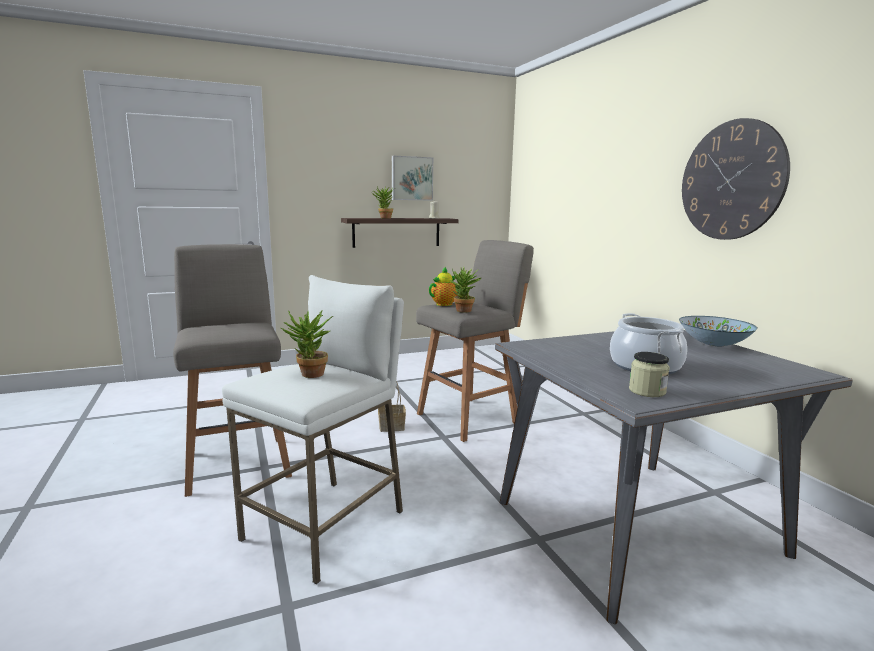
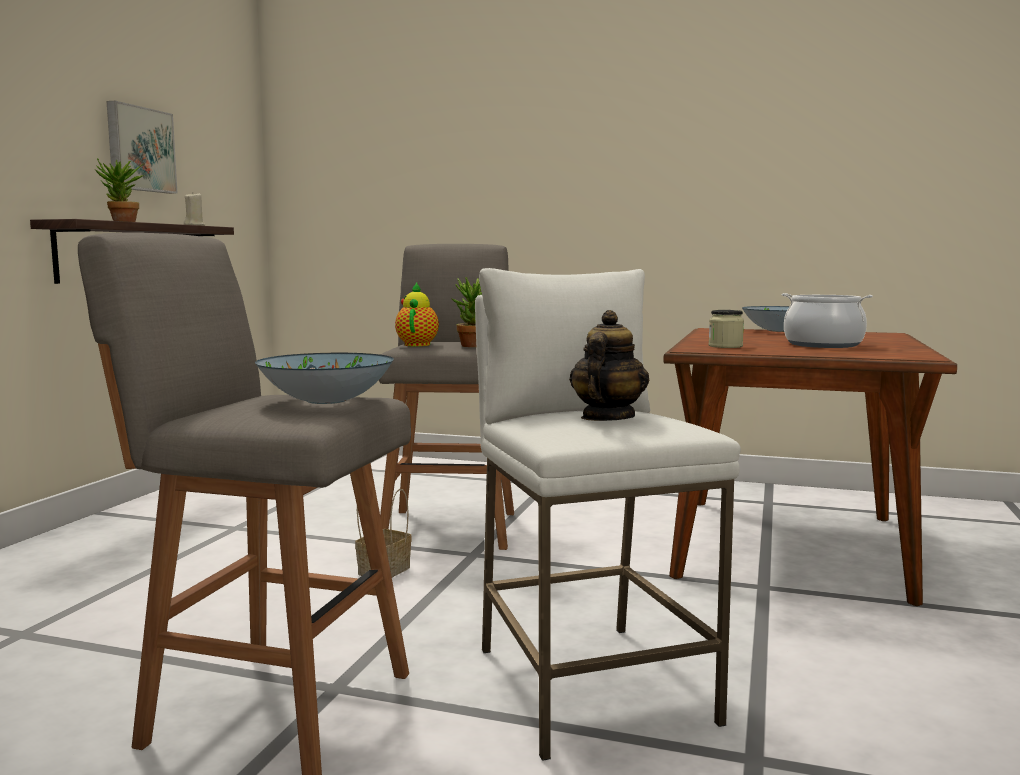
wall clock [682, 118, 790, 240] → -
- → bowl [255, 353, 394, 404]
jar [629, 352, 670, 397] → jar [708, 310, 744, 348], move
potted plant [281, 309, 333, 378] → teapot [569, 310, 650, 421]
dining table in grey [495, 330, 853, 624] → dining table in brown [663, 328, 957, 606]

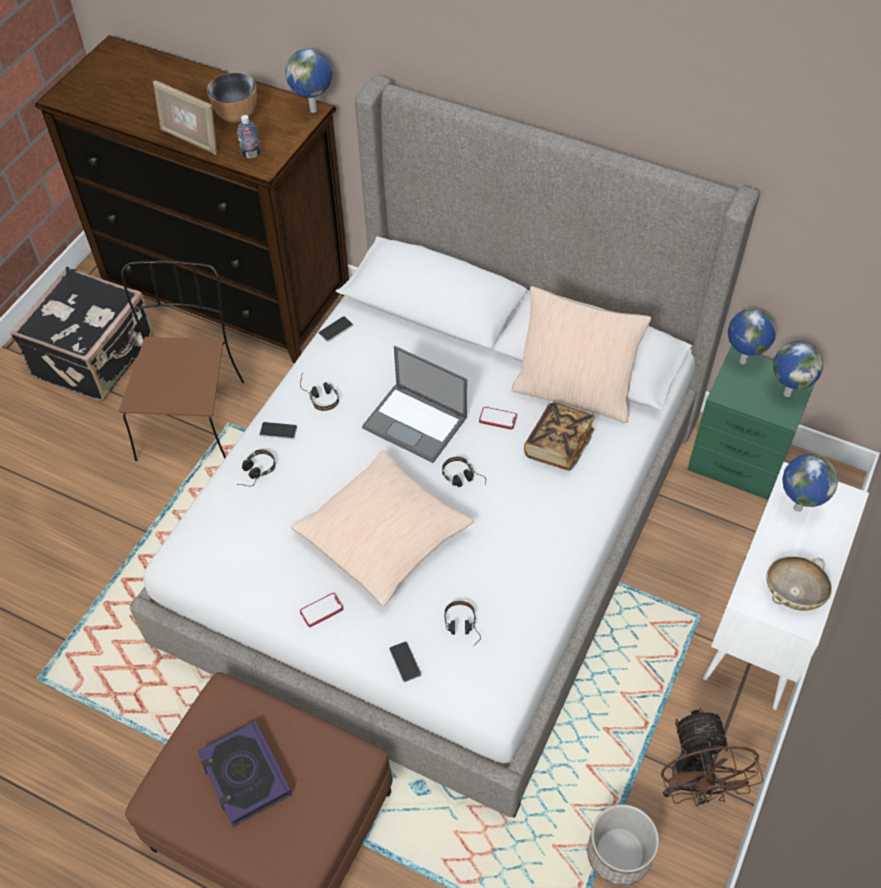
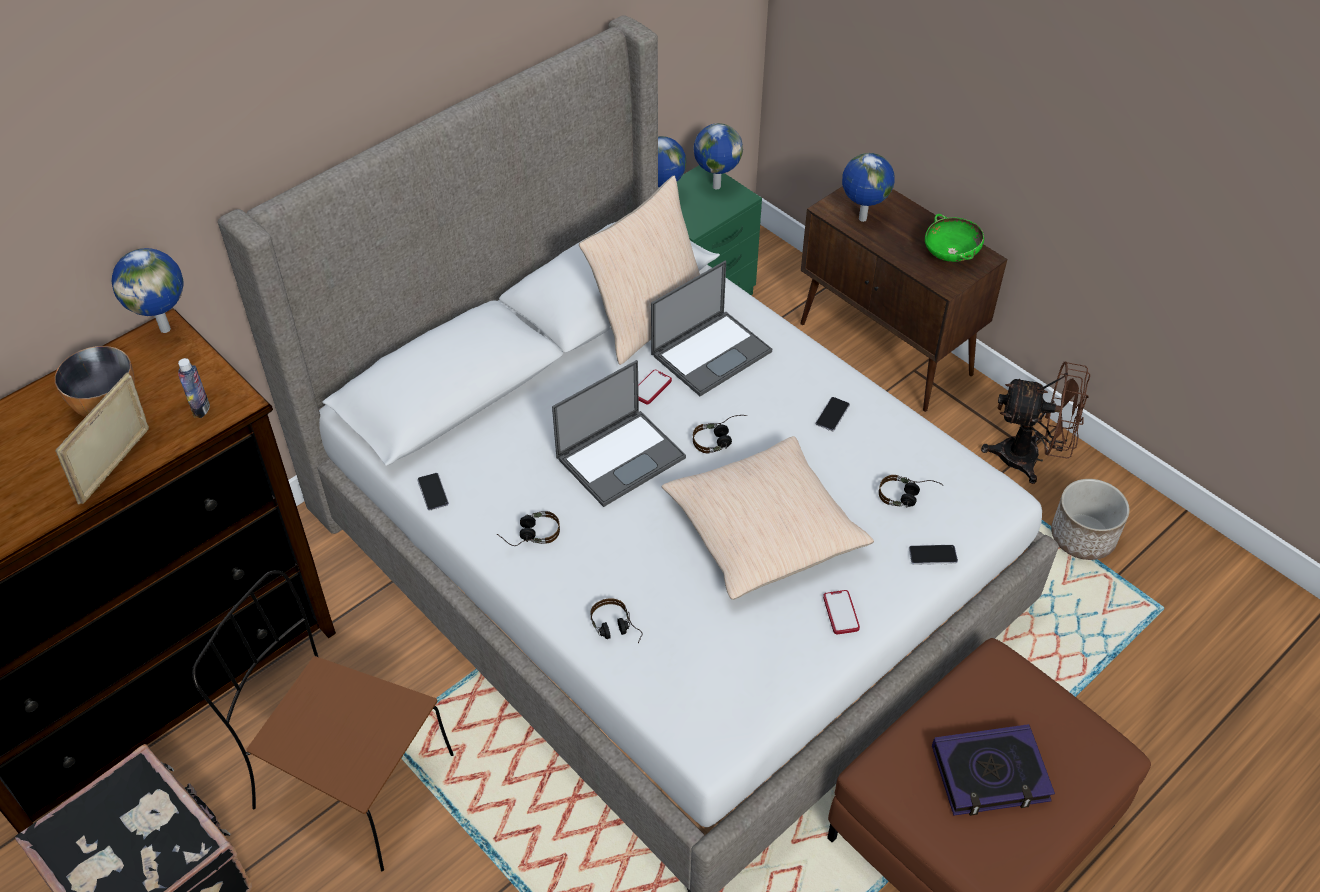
phone [260, 422, 297, 439] → phone [815, 397, 850, 431], move
book [524, 402, 594, 471] → laptop [651, 260, 772, 396]
cabinet in white [703, 462, 869, 710] → cabinet in brown [800, 186, 1007, 412]
bowl in beige [766, 556, 832, 611] → bowl in green [925, 214, 984, 262]
picture frame [153, 80, 217, 155] → picture frame [55, 372, 149, 504], 150 degrees clockwise

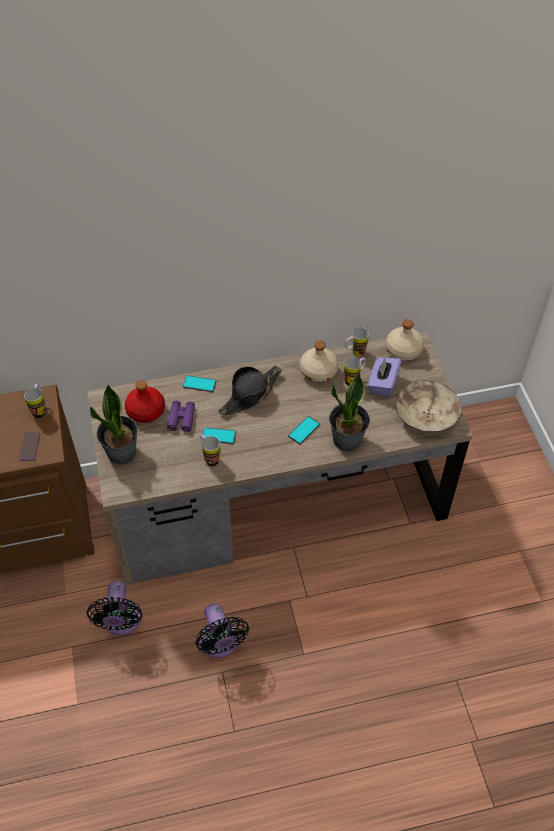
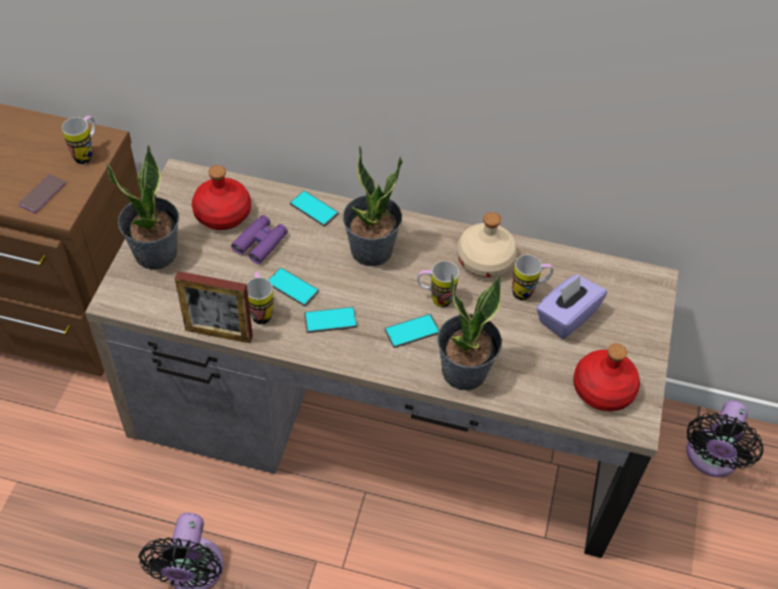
bottle in beige [386, 319, 424, 361] → -
- → picture frame [175, 271, 253, 343]
- → phone [304, 307, 357, 333]
fan in black [86, 581, 142, 636] → fan in black [687, 400, 763, 477], move
mug [345, 327, 369, 357] → mug [417, 261, 459, 307], move
hat in black [219, 365, 282, 416] → potted plant [343, 146, 403, 266]
bowl in beige [396, 380, 461, 432] → bottle in red [573, 343, 640, 411]

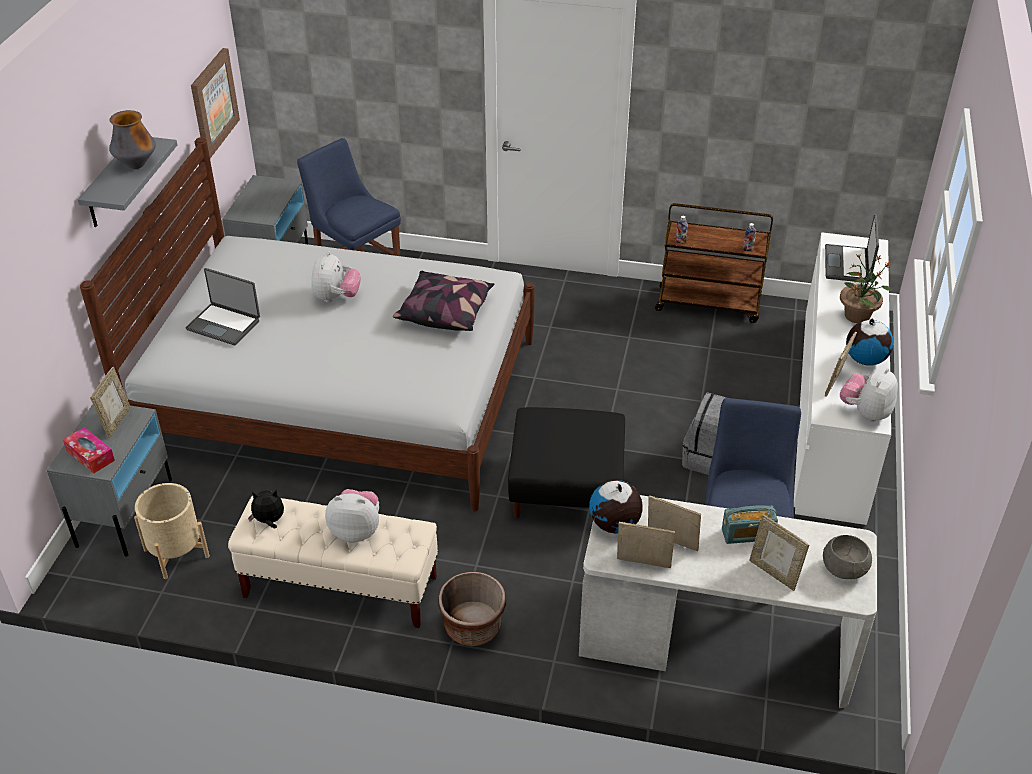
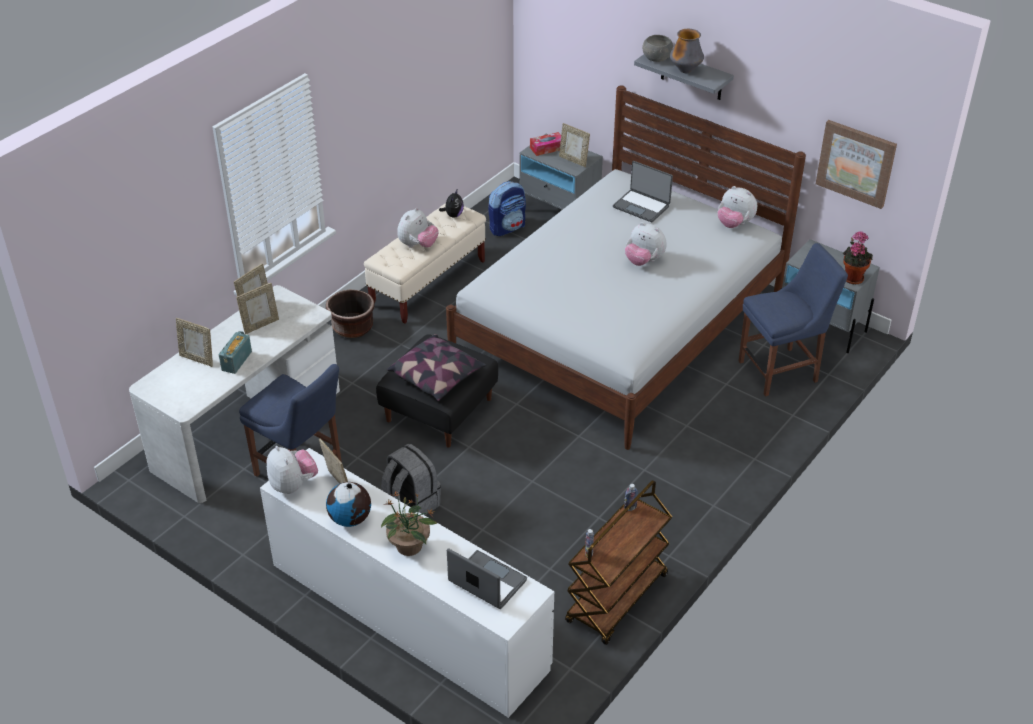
globe [589, 480, 643, 533] → -
- → plush toy [718, 186, 757, 228]
- → potted plant [843, 231, 873, 284]
pillow [393, 271, 494, 331] → pillow [387, 334, 486, 401], move
bowl in grey [823, 535, 872, 579] → bowl in grey [642, 35, 673, 62], move
planter in beige [134, 483, 210, 579] → backpack [488, 181, 526, 236]
laptop [186, 268, 260, 345] → laptop [613, 161, 673, 222], 105 degrees counterclockwise
picture frame [749, 514, 809, 591] → picture frame [176, 318, 213, 367], 135 degrees counterclockwise

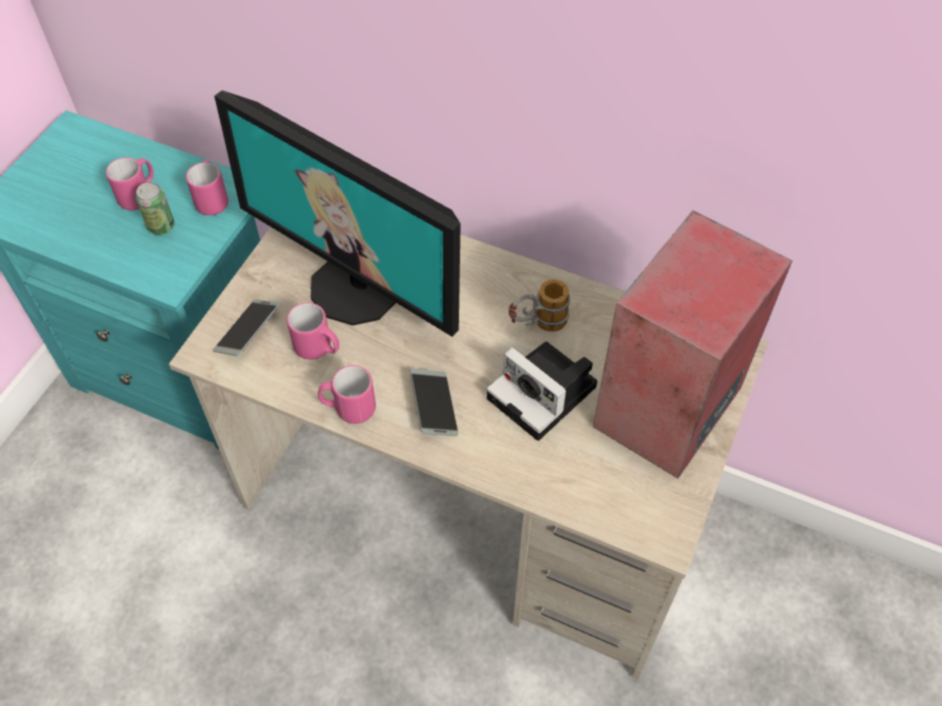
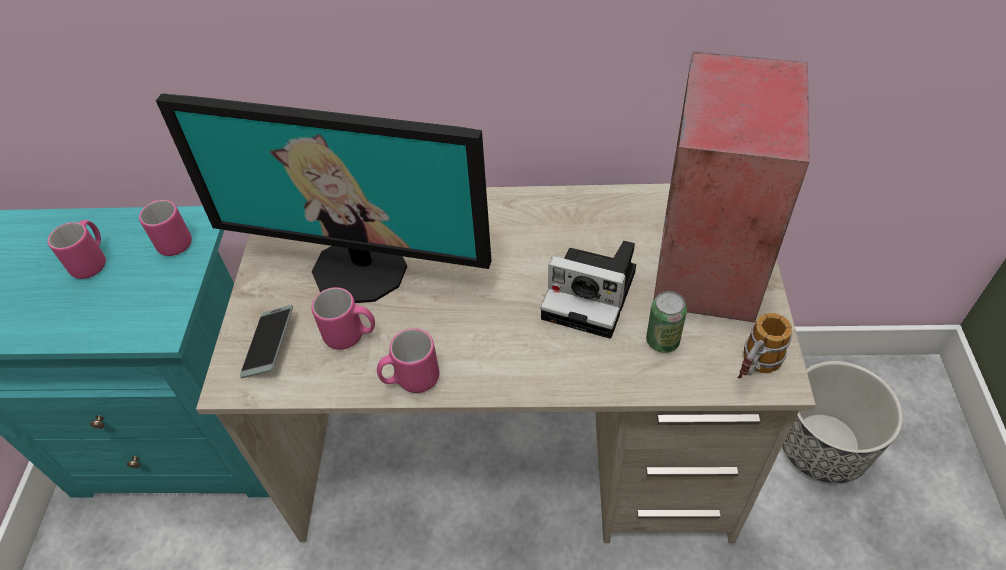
phone [410, 368, 458, 436] → -
- → planter [782, 361, 903, 483]
can [136, 182, 175, 235] → can [646, 291, 687, 353], move
mug [509, 279, 570, 332] → mug [737, 313, 792, 378], move

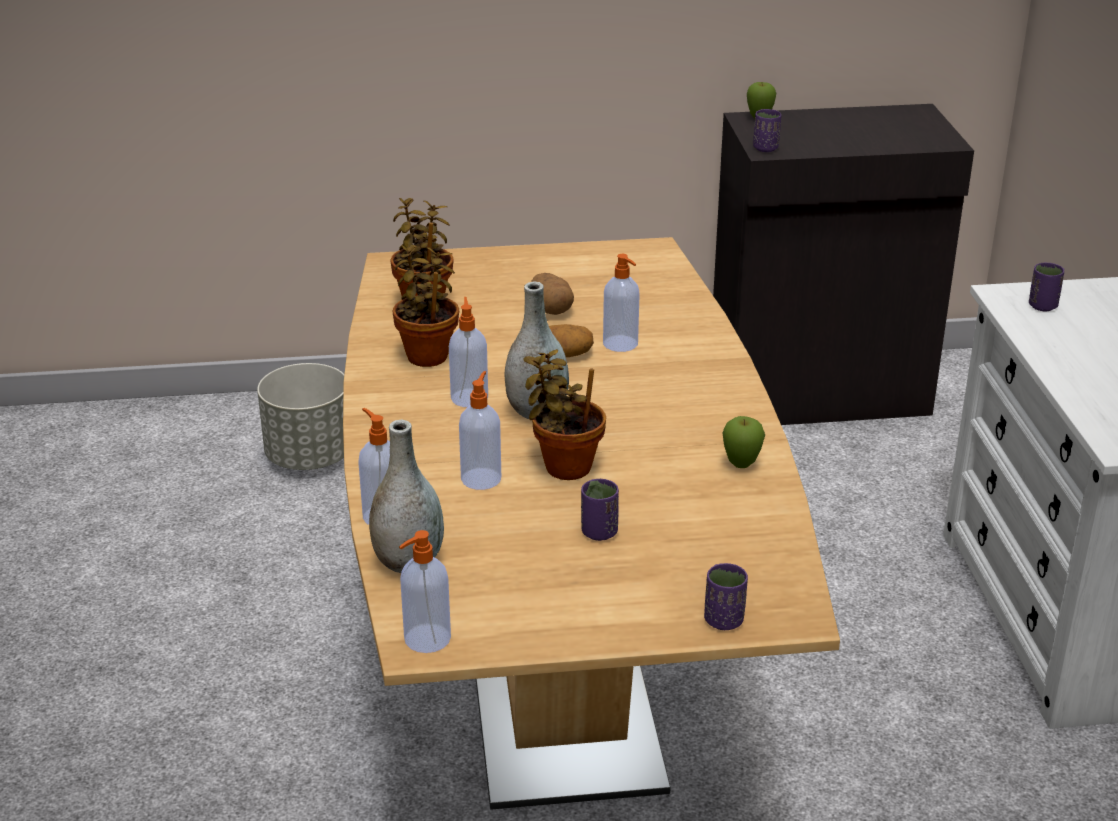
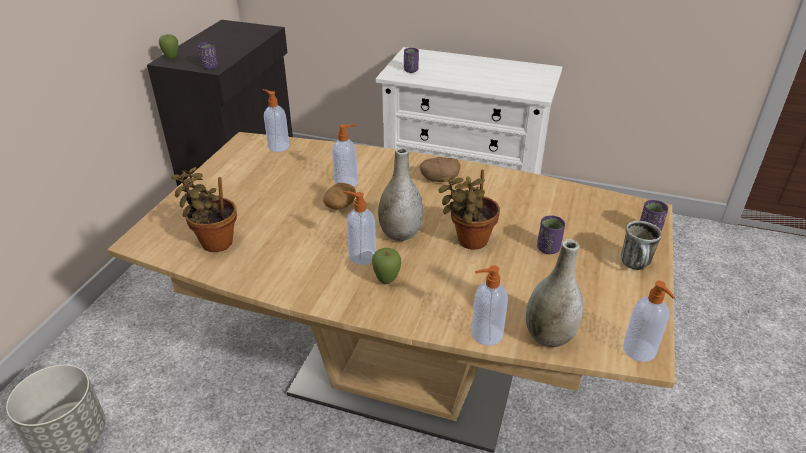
potted plant [392, 245, 460, 367] → -
- → mug [621, 221, 662, 270]
soap dispenser [459, 371, 501, 490] → soap dispenser [263, 89, 290, 152], move
potato [531, 273, 574, 315] → potato [419, 157, 461, 182], move
apple [722, 416, 765, 468] → apple [372, 248, 401, 284], move

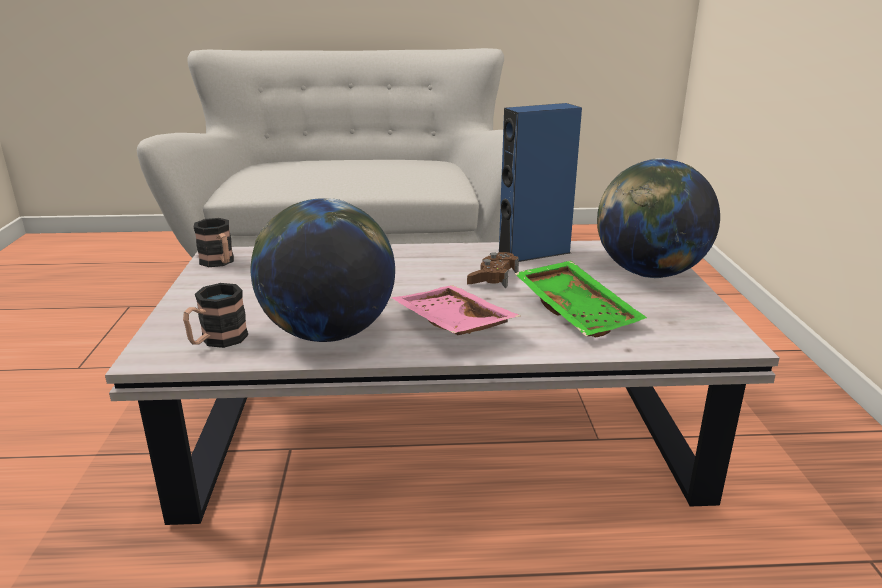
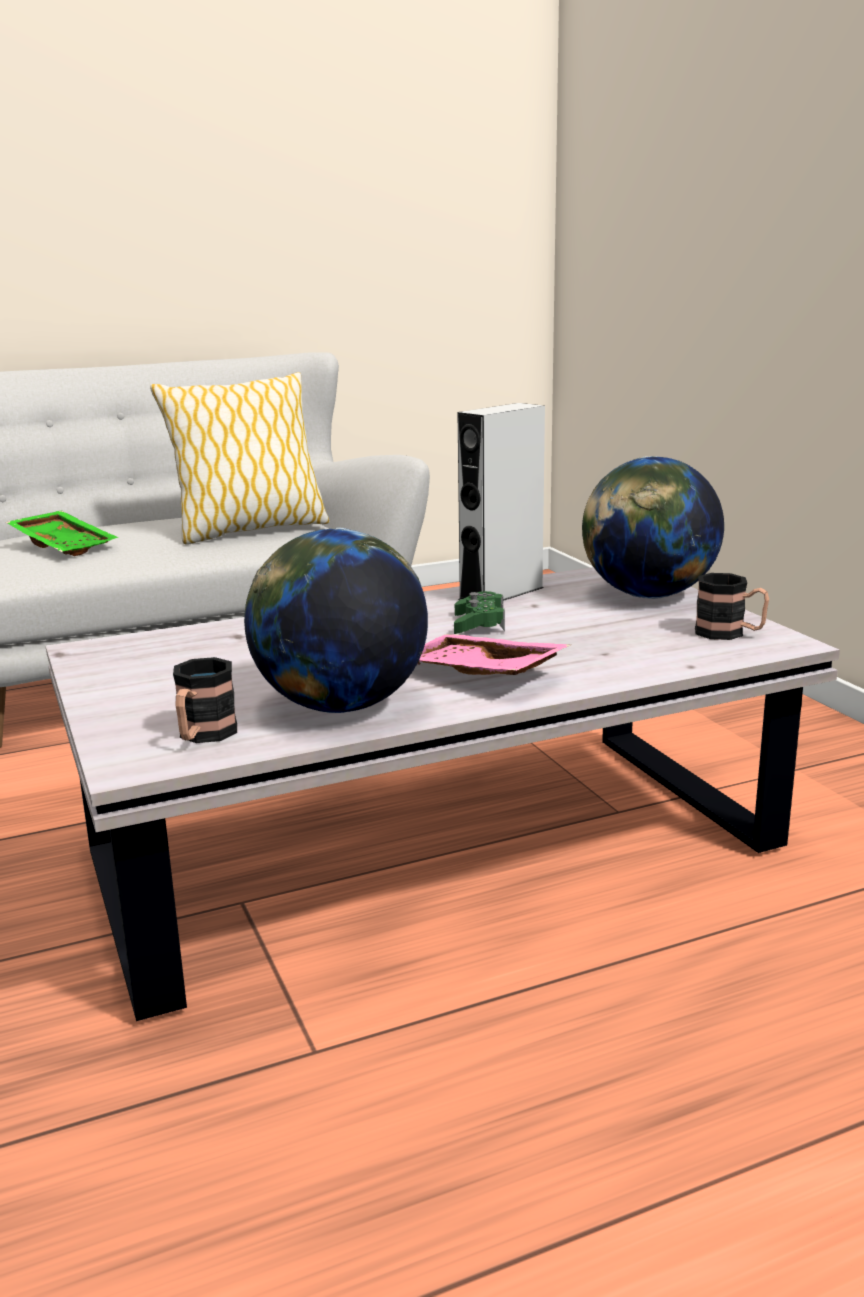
- → pillow [150, 372, 330, 545]
mug [194, 218, 234, 267] → mug [695, 573, 769, 640], move
tray in green [514, 261, 647, 337] → tray in green [6, 510, 119, 556], move
game controller in brown [467, 252, 519, 289] → game controller in green [454, 591, 505, 634]
speaker in blue [499, 103, 582, 262] → speaker in grey [457, 403, 545, 601]

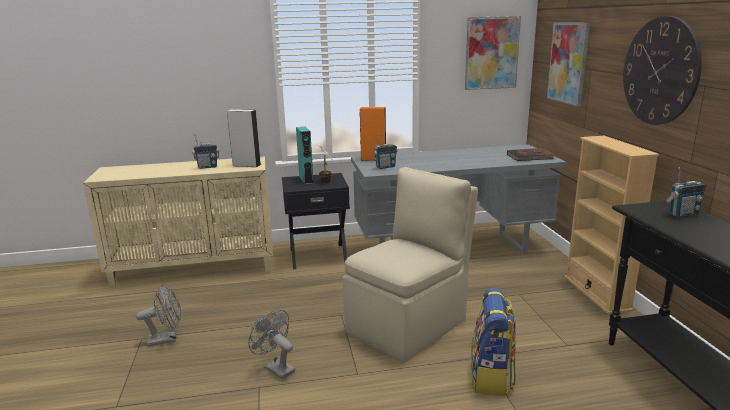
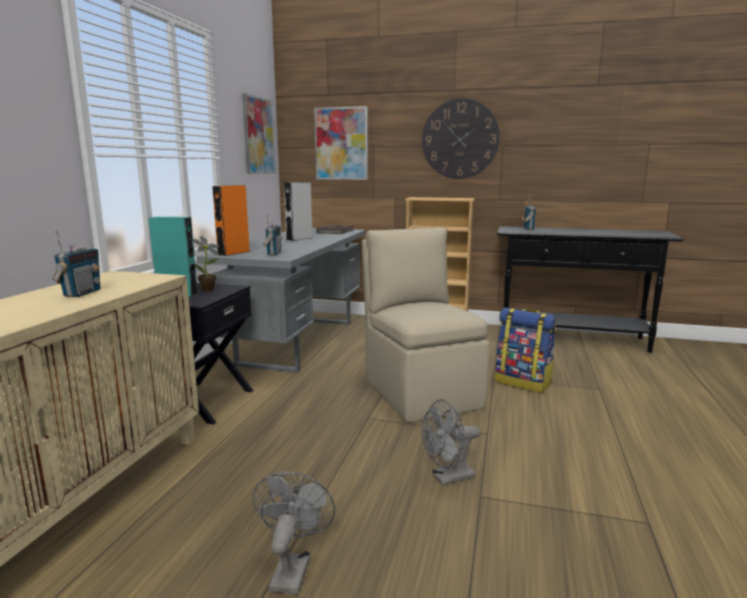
speaker in grey [227, 109, 261, 167] → speaker in grey [284, 182, 312, 241], move

